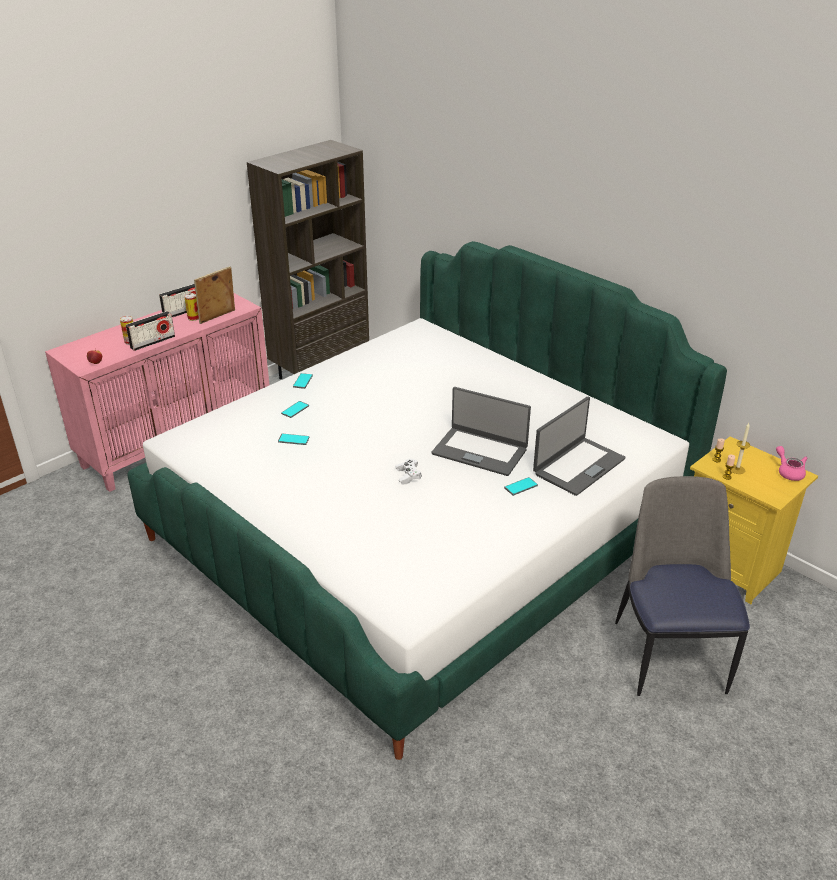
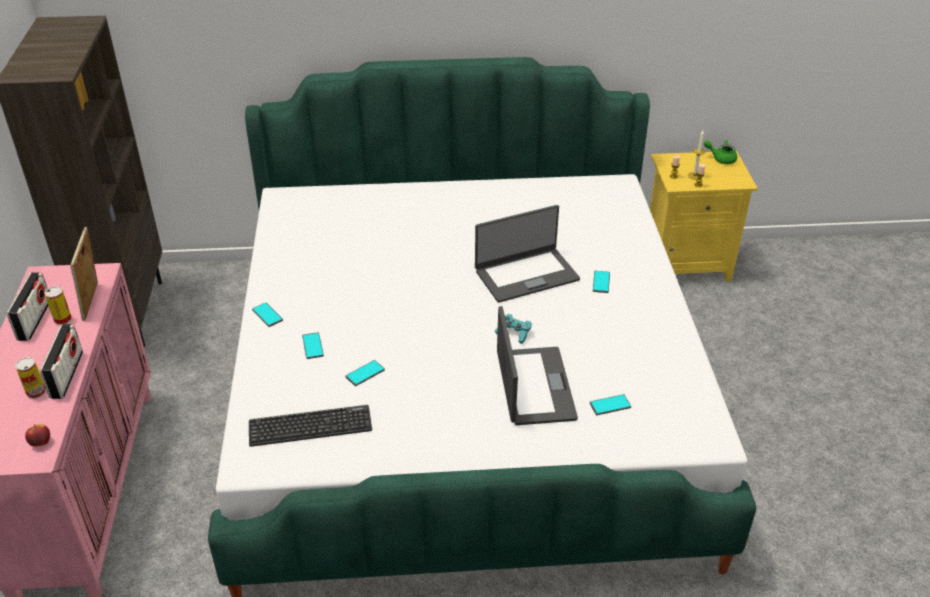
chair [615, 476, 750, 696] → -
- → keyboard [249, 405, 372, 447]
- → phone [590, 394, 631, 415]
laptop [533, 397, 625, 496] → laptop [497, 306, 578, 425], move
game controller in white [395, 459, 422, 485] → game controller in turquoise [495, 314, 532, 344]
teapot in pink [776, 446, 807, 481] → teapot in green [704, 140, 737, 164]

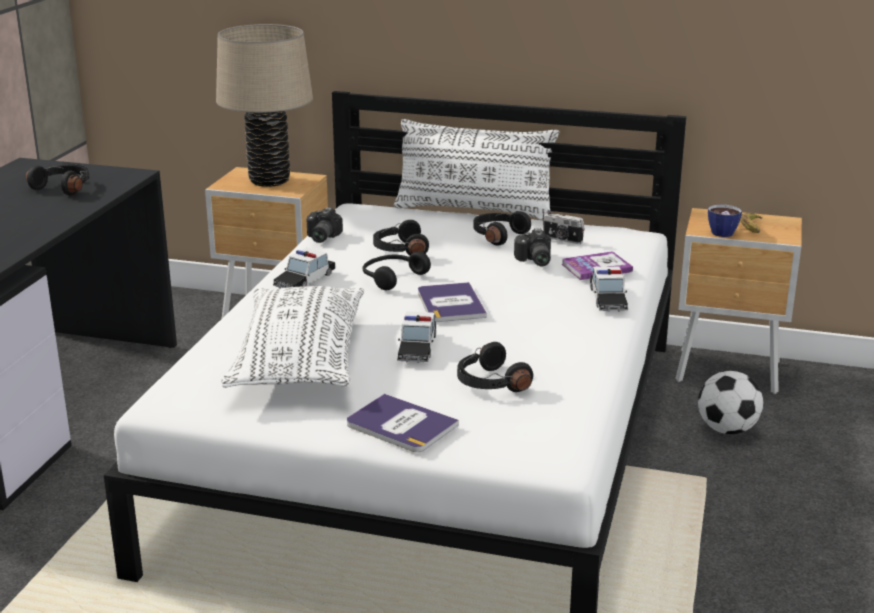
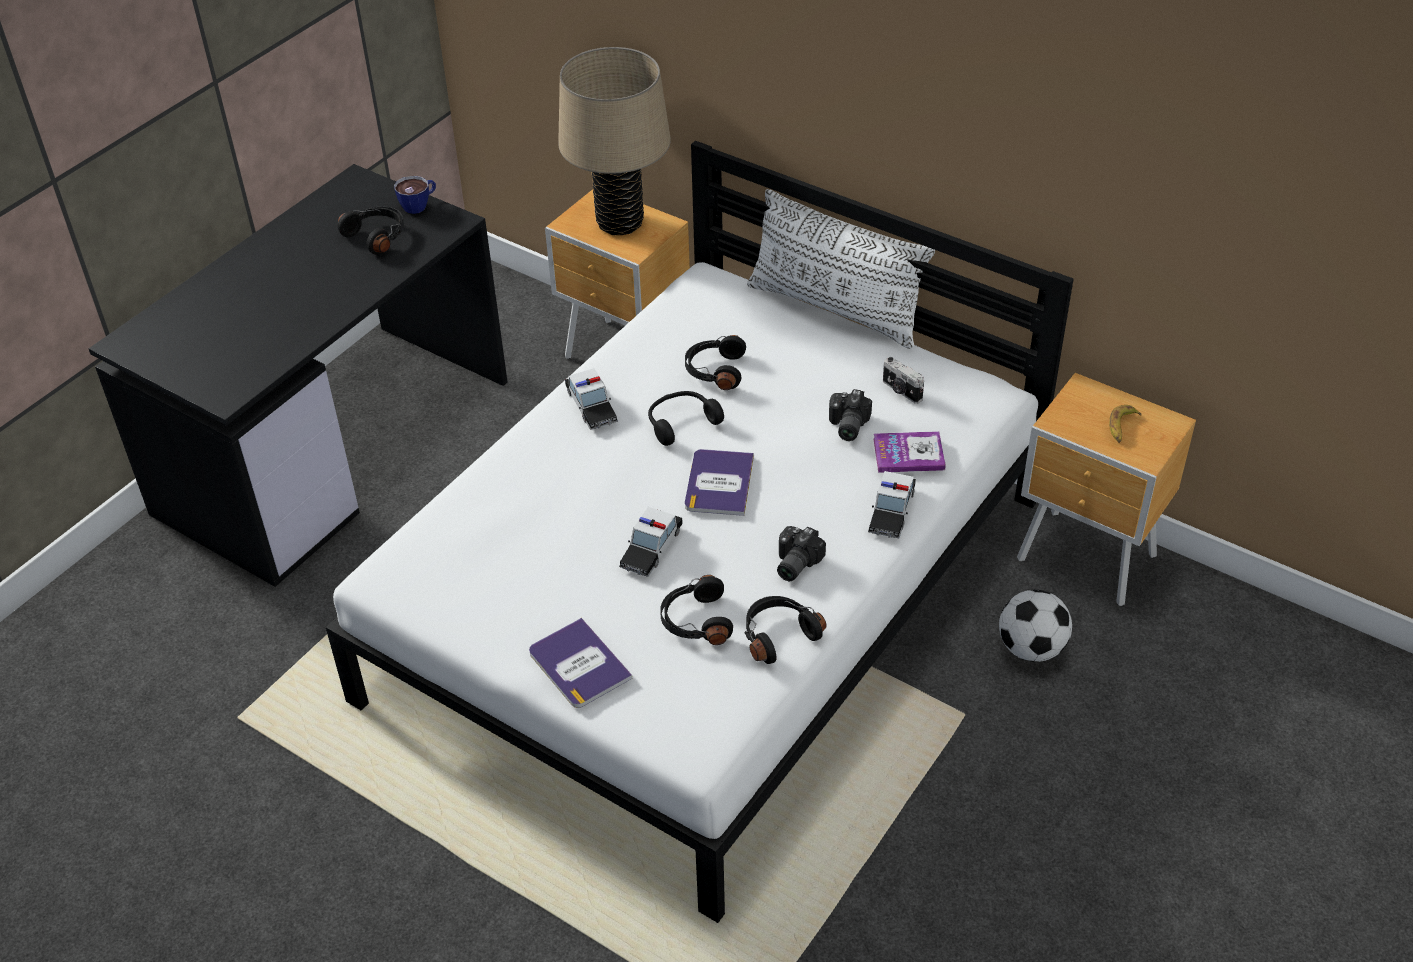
pillow in white [221, 286, 364, 388] → -
photo camera [306, 207, 343, 243] → photo camera [777, 526, 826, 581], move
headphones in black [473, 211, 531, 246] → headphones in black [744, 596, 827, 664], move
cup [708, 205, 742, 237] → cup [394, 176, 436, 214], move
toy car [273, 248, 335, 288] → toy car [565, 368, 618, 430], 75 degrees counterclockwise

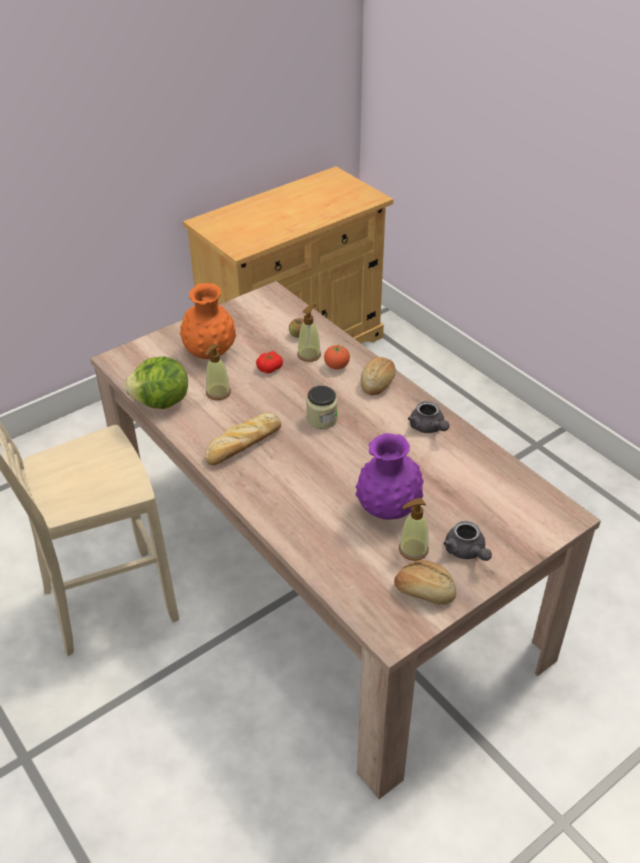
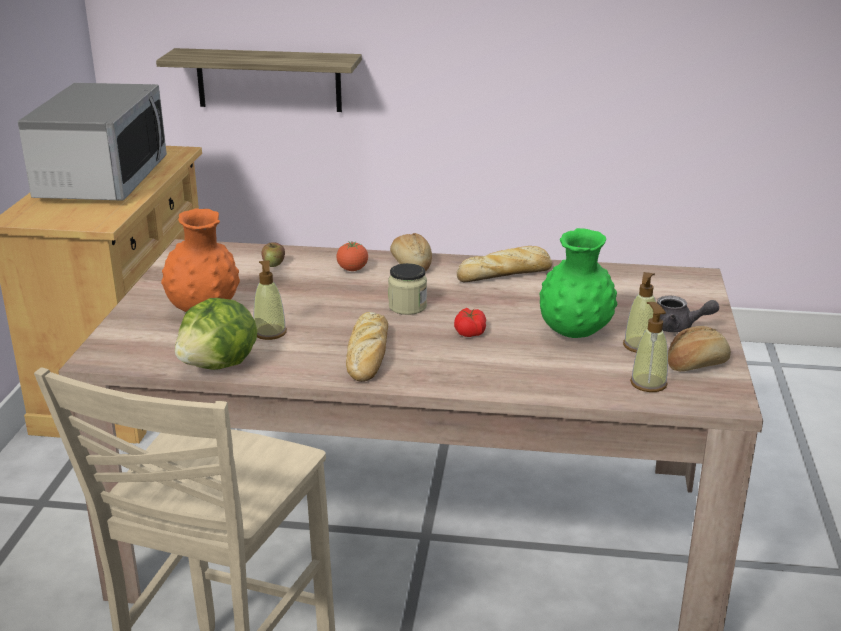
- → microwave [18, 83, 167, 201]
- → shelf [156, 48, 362, 112]
tomato [256, 351, 283, 374] → tomato [454, 308, 486, 337], move
soap dispenser [297, 304, 321, 362] → soap dispenser [630, 302, 668, 392], move
teapot in grey [408, 401, 449, 433] → bread [457, 246, 552, 282]
vase in purple [355, 433, 424, 520] → vase in green [539, 228, 617, 338]

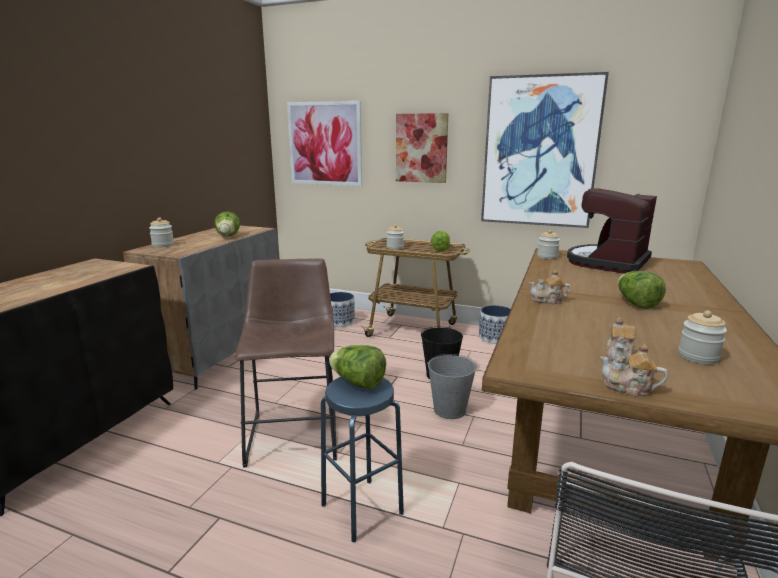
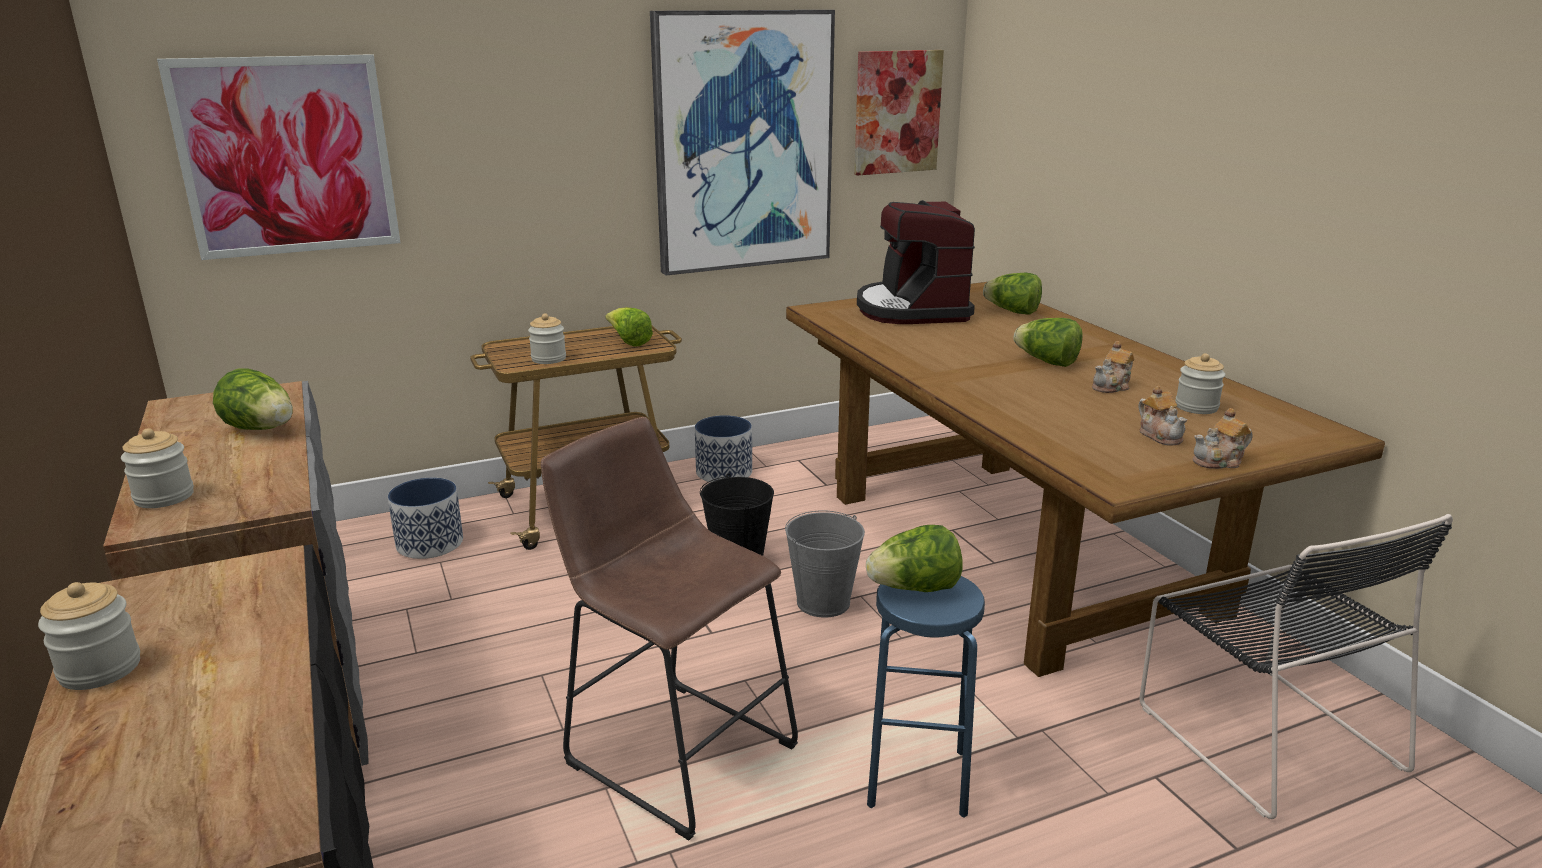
- → lettuce [983, 273, 1042, 315]
picture [396, 113, 448, 183] → picture [854, 50, 944, 176], move
teapot [529, 270, 571, 304] → teapot [1092, 341, 1135, 393], move
jar [537, 230, 560, 259] → jar [38, 582, 140, 690], move

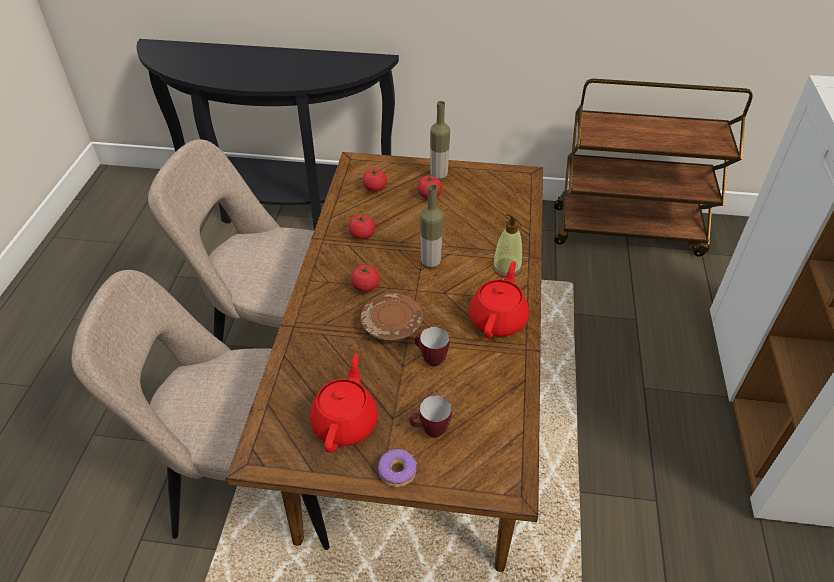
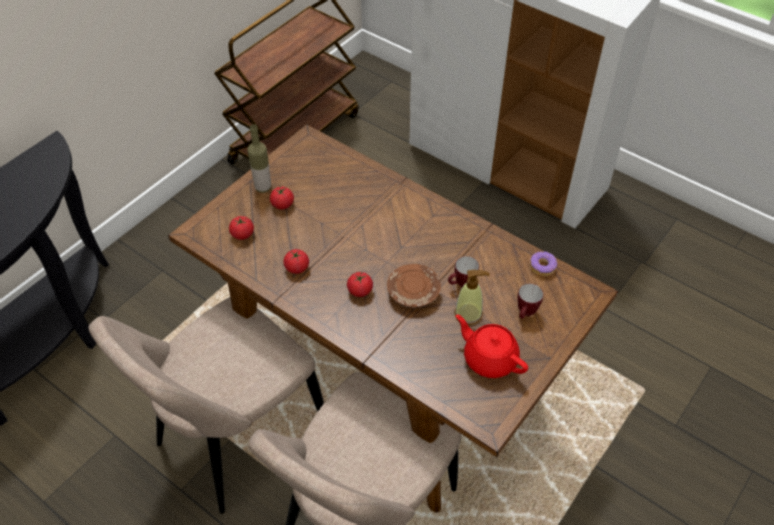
bottle [420, 184, 444, 269] → -
teapot in red [469, 261, 529, 338] → -
donut [378, 449, 417, 487] → donut [530, 252, 557, 276], move
soap dispenser [492, 211, 525, 277] → soap dispenser [454, 270, 489, 325], move

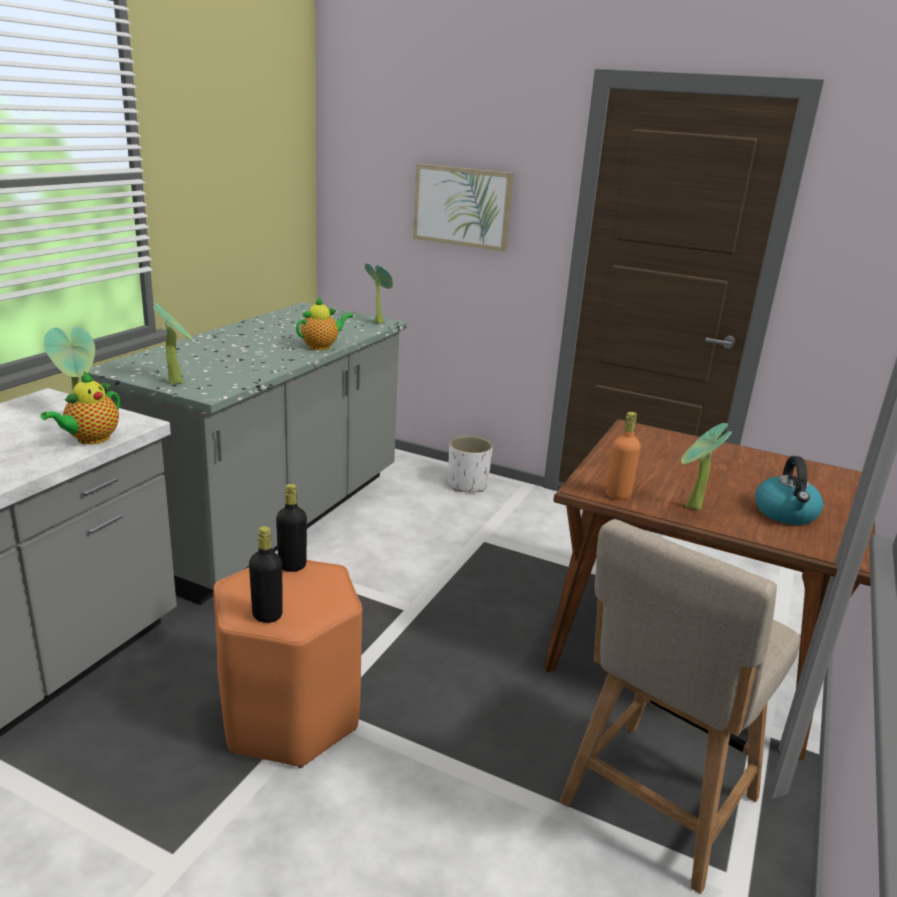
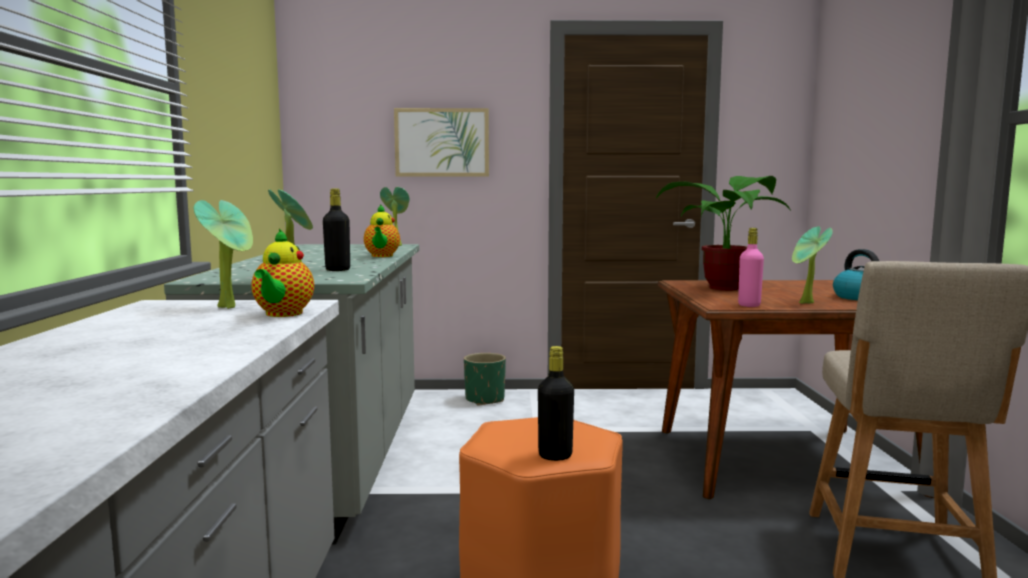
- → potted plant [656, 176, 791, 291]
bottle in black [276, 484, 307, 572] → bottle in black [323, 188, 350, 271], move
planter in white [448, 436, 493, 492] → planter in green [464, 353, 506, 406]
bottle in orange [606, 412, 641, 500] → bottle in pink [738, 228, 764, 307]
teapot [296, 296, 353, 350] → teapot [364, 204, 400, 257], 150 degrees clockwise

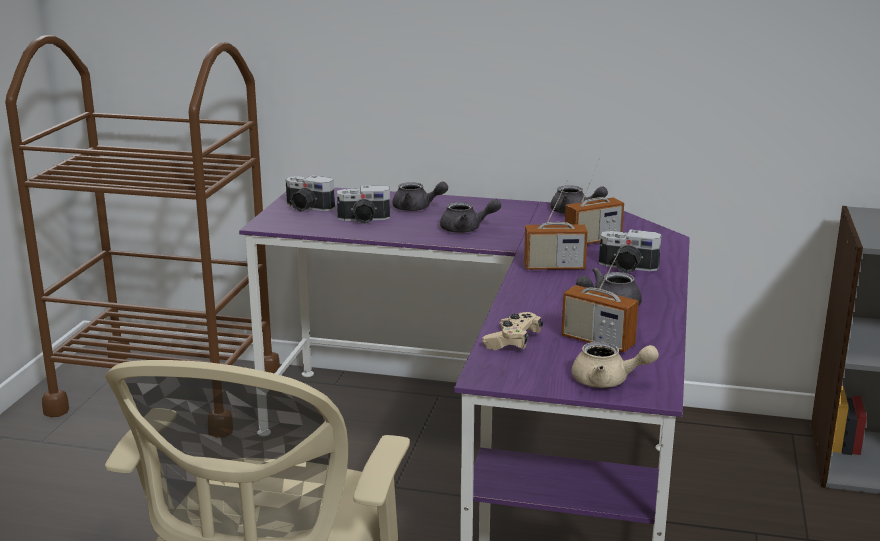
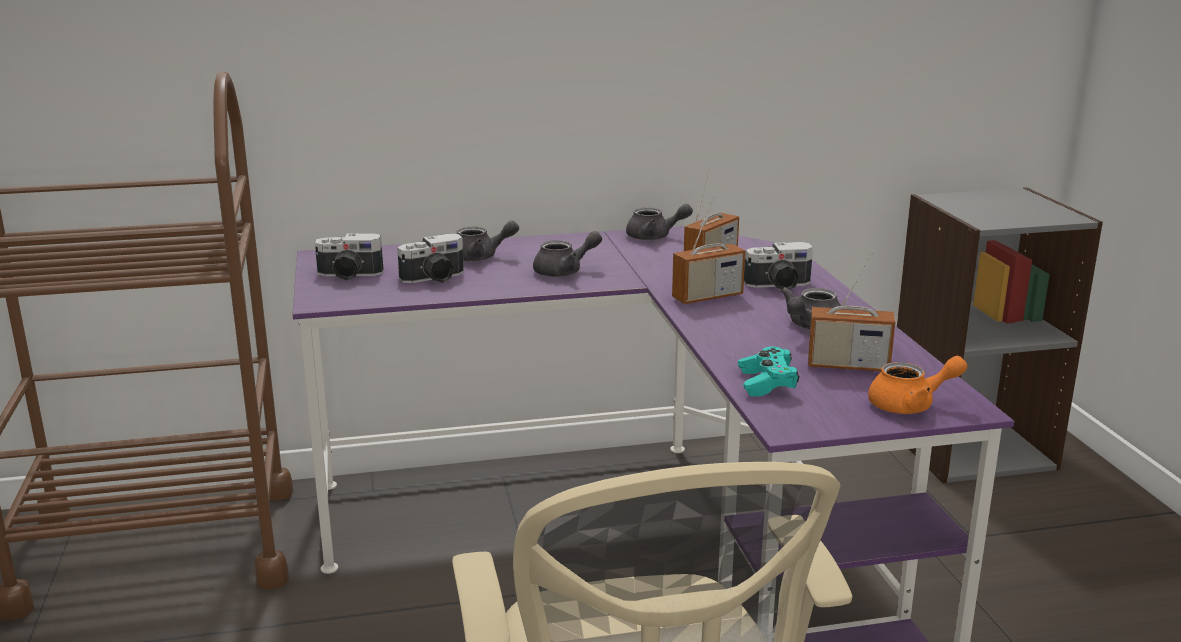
game controller in beige [482, 312, 543, 350] → game controller in turquoise [738, 347, 799, 397]
teapot in beige [572, 341, 659, 388] → teapot in orange [868, 356, 967, 414]

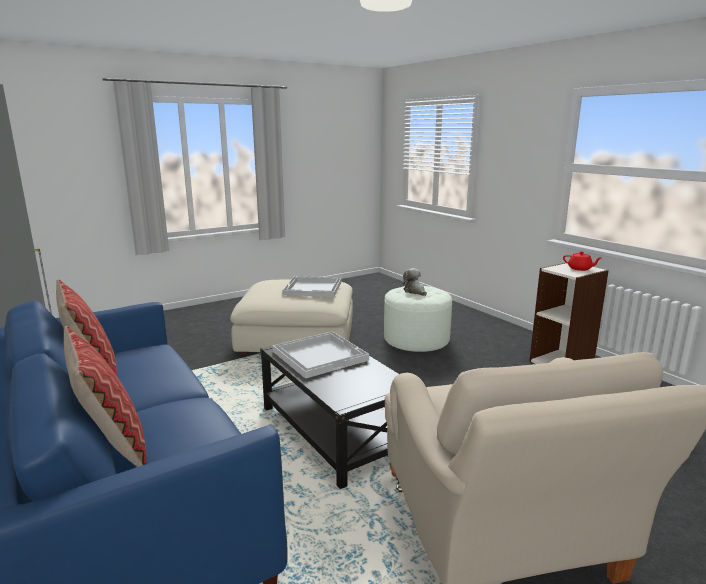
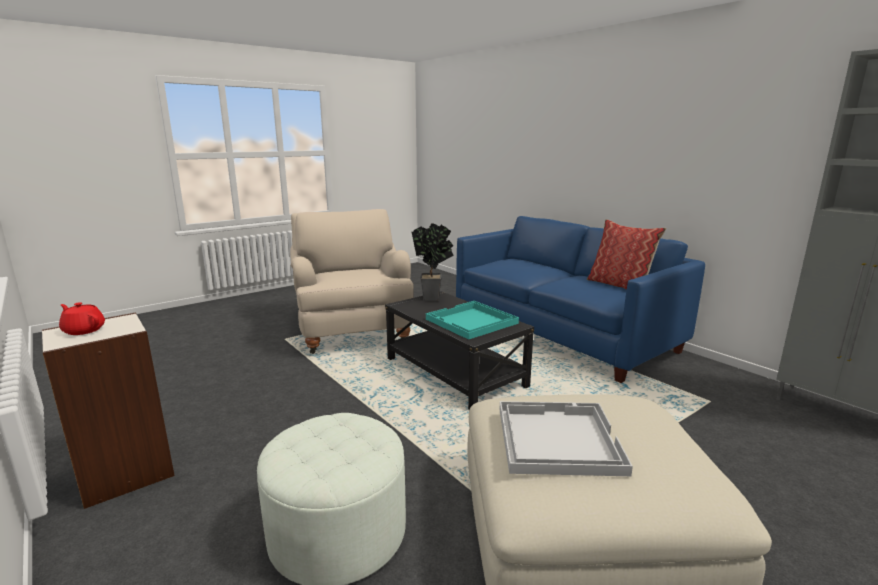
pillow [64, 326, 147, 467] → -
plush toy [403, 268, 427, 296] → -
- → potted plant [412, 223, 454, 301]
tray in white [273, 331, 369, 379] → tray in turquoise [426, 301, 519, 340]

